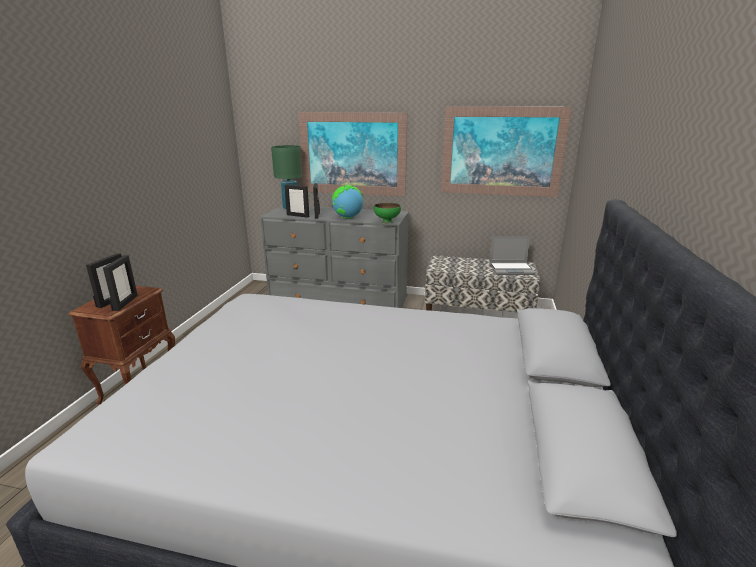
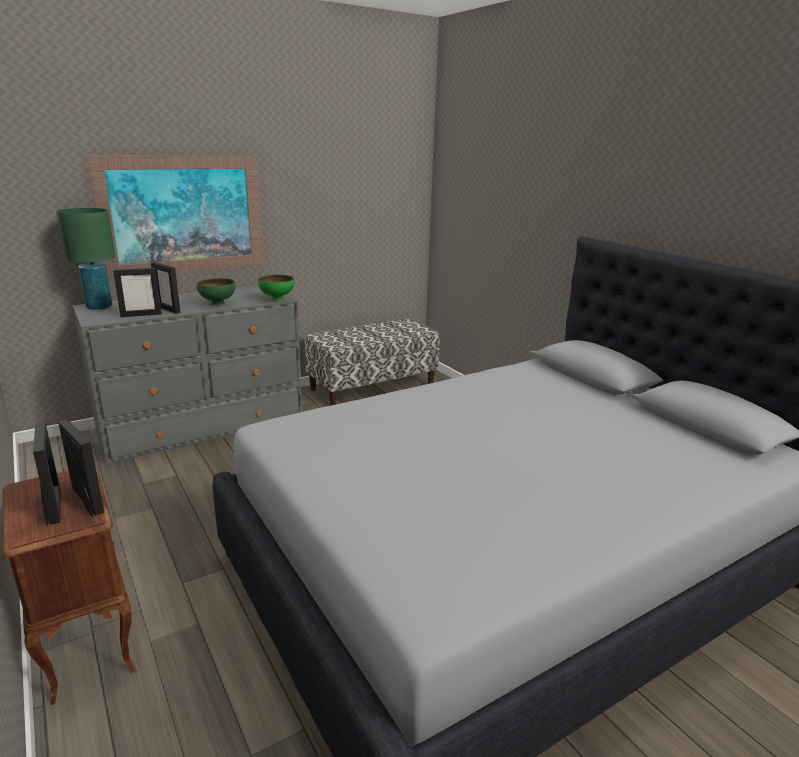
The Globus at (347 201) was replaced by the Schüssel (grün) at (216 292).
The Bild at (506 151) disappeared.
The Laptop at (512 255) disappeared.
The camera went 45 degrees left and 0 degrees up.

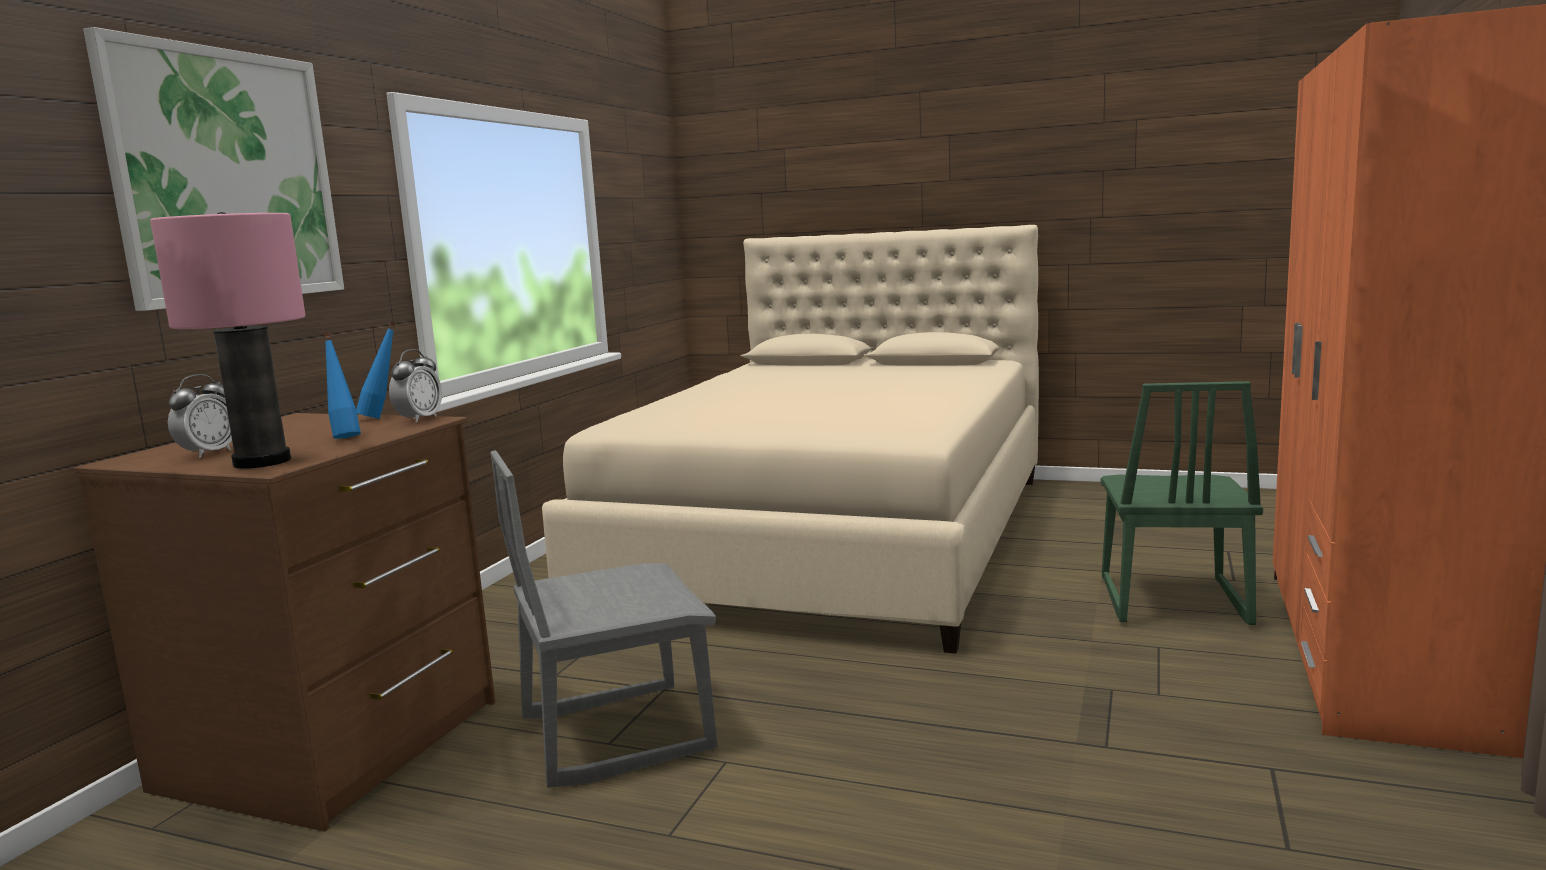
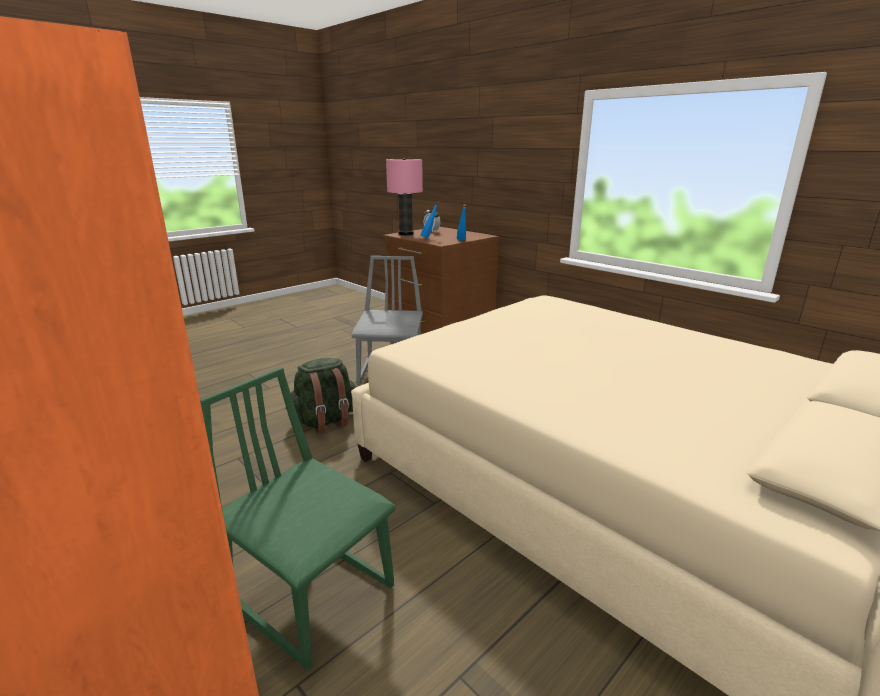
The Bild at (213 169) disappeared.
The Wecker at (415 386) disappeared.
The Rucksack (grün) at (320 396) appeared.
The camera went 115 degrees right and 10 degrees up.

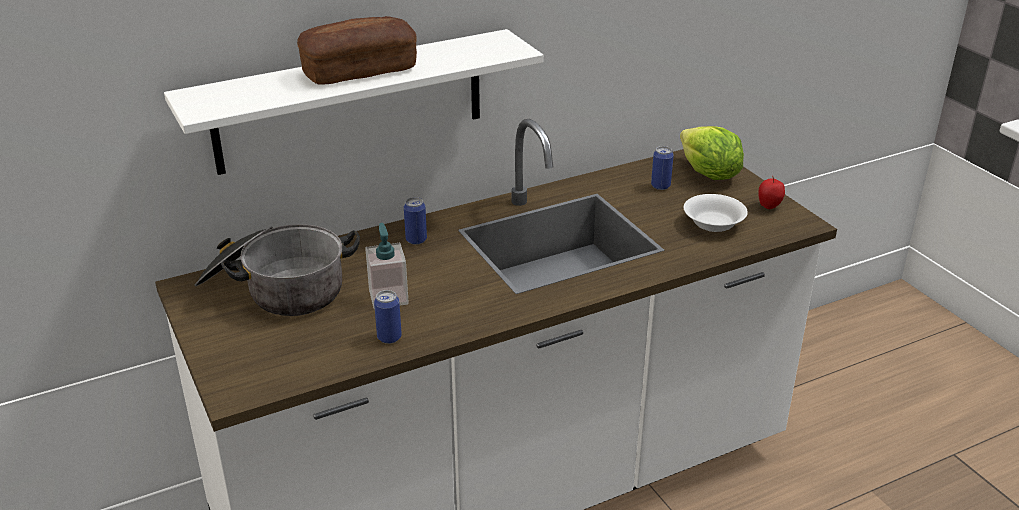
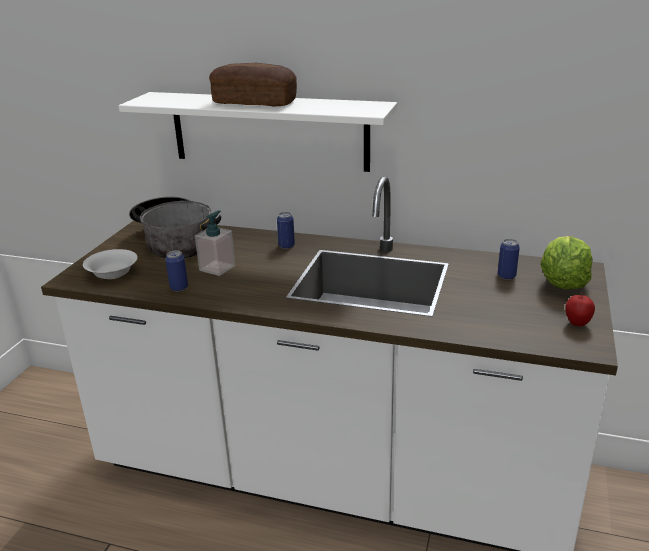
The Schüssel (weiß) moved from (715 213) to (110 264).
The camera went 45 degrees right and 5 degrees down.

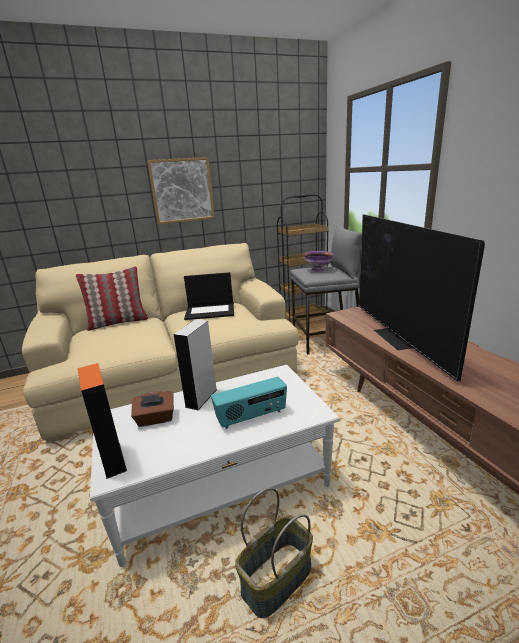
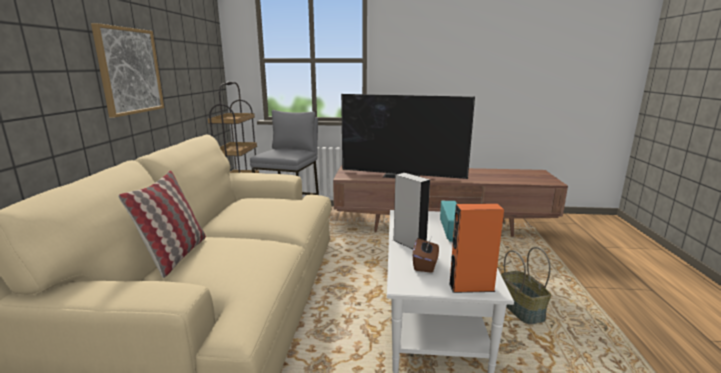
The Laptop at (209 296) disappeared.
The Schüssel (lila) at (318 261) disappeared.
The camera went 65 degrees left and 5 degrees down.

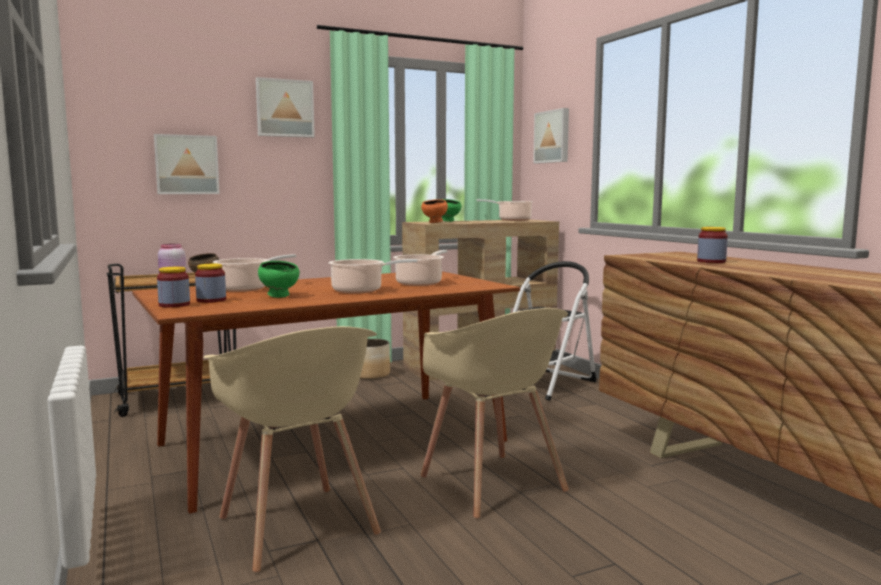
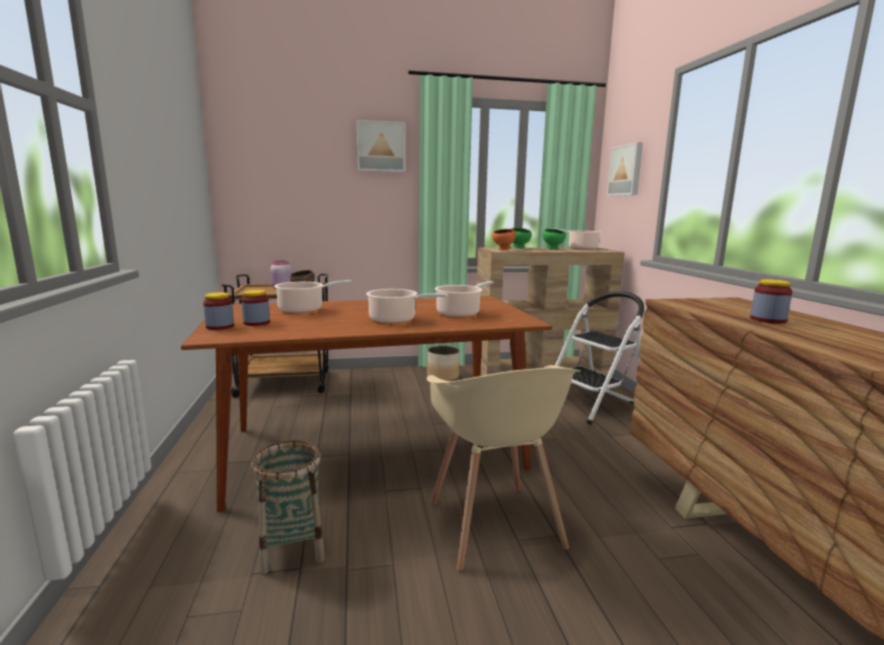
The Bild at (187 164) disappeared.
The Stuhl (beige) at (292 449) was replaced by the Korb at (288 507).
The Schüssel (grün) moved from (279 279) to (554 239).
The camera went 15 degrees right and 5 degrees up.

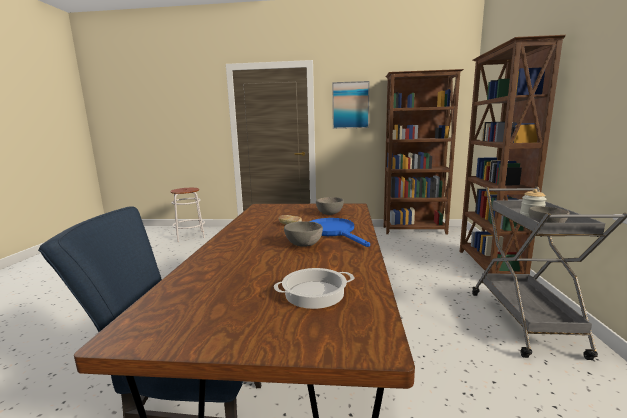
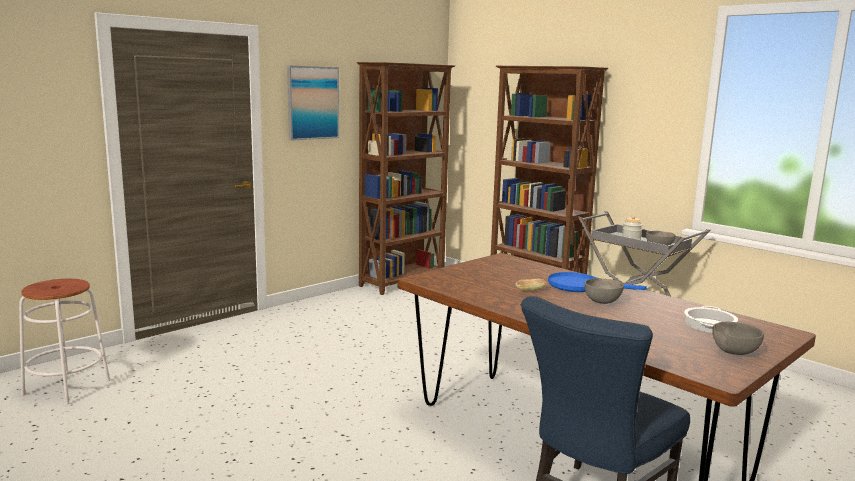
The Schüssel (grau) moved from (330 206) to (738 338).
The camera went 50 degrees left and 0 degrees up.

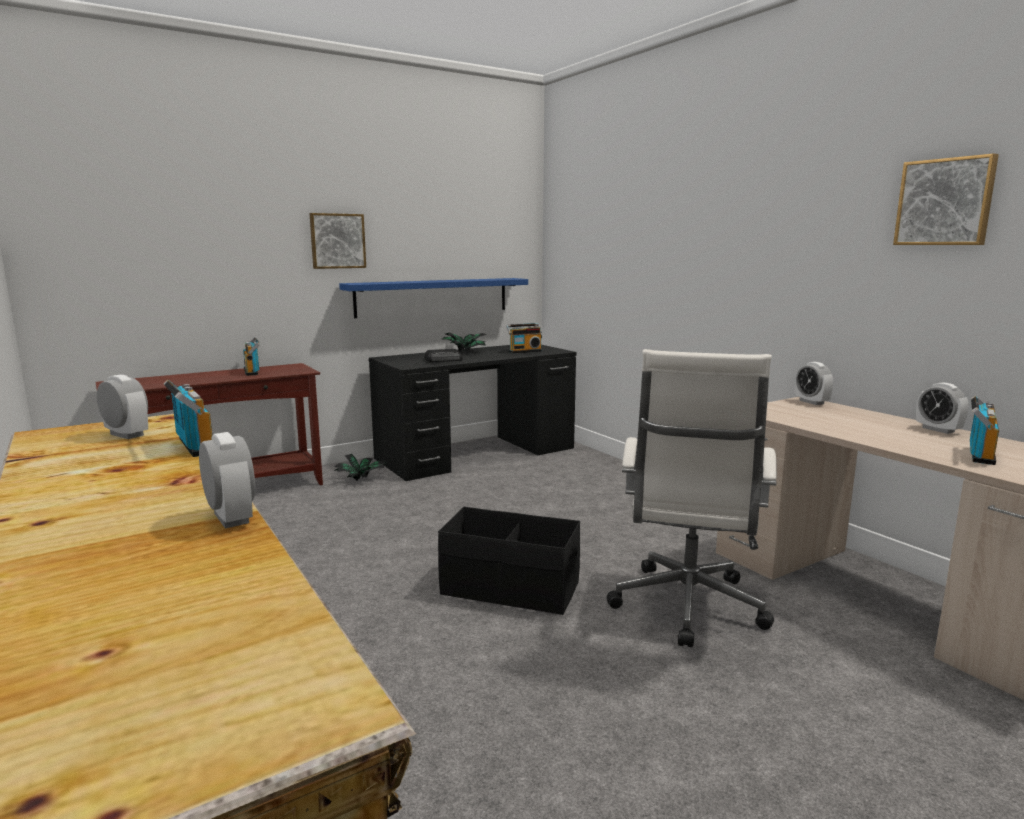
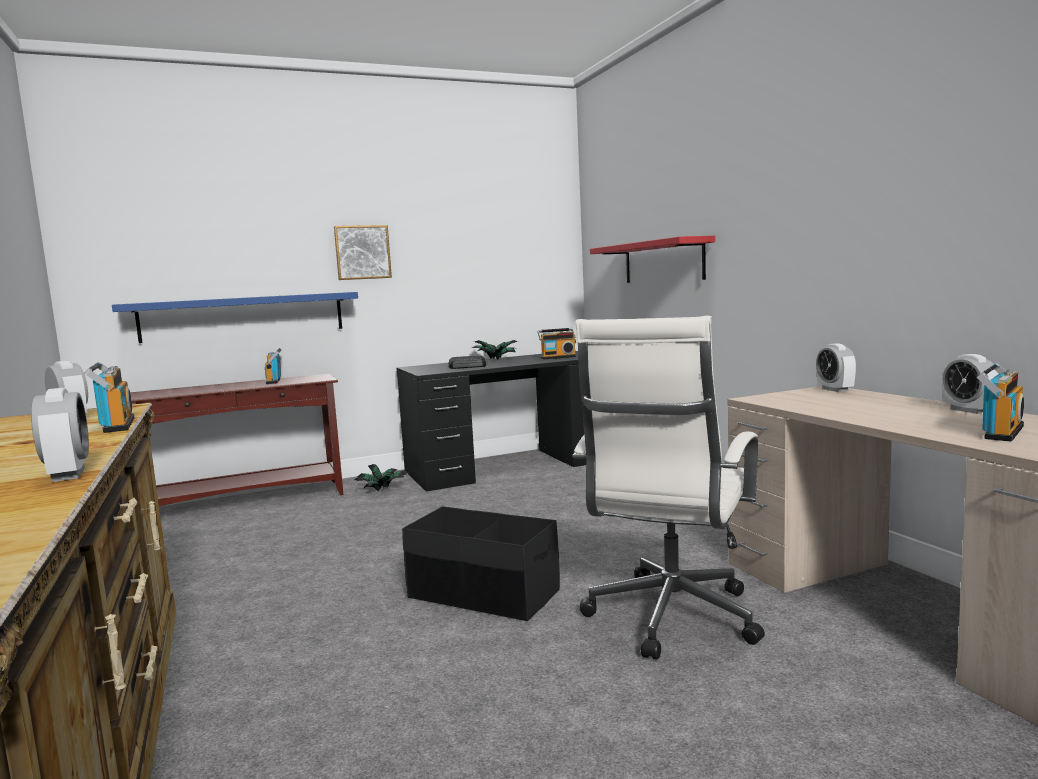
The Wandregal (blau) moved from (433 298) to (235 317).
The Bild at (946 199) disappeared.
The Wandregal (rot) at (652 259) appeared.
The camera went 10 degrees right and 5 degrees down.

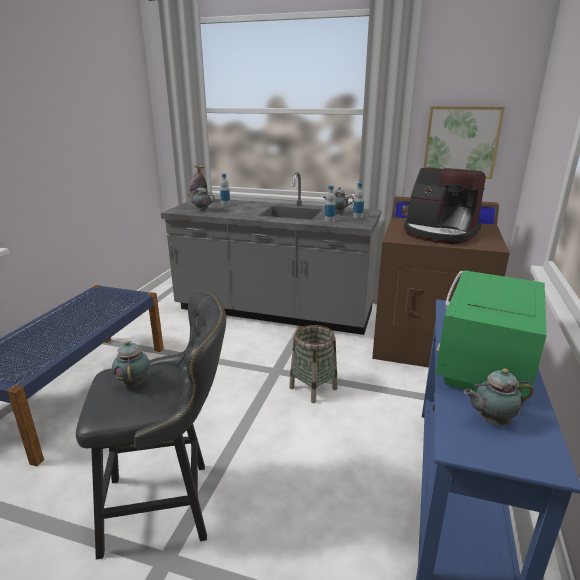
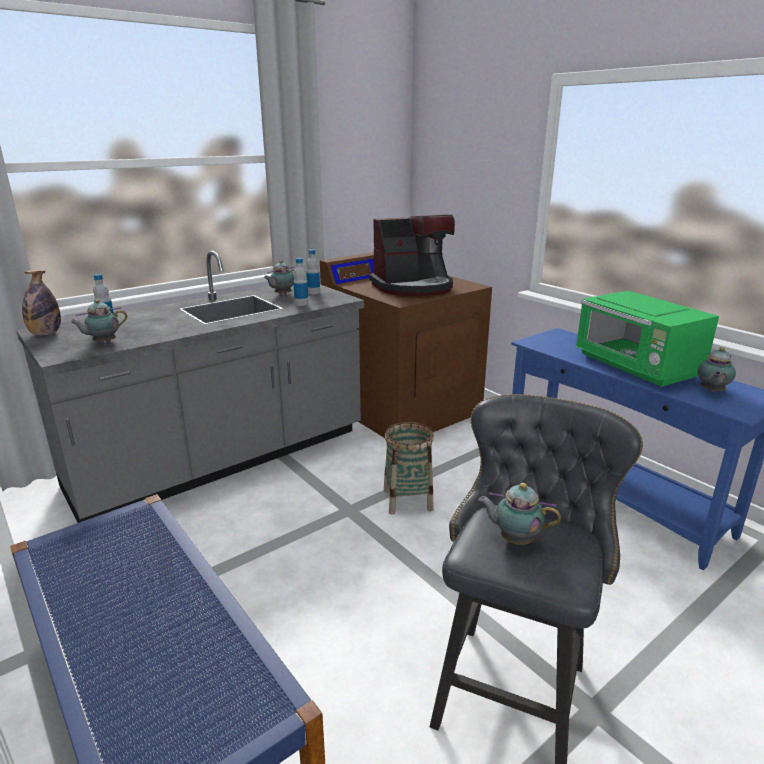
The Bild at (464 142) disappeared.
The camera went 55 degrees left and 0 degrees up.

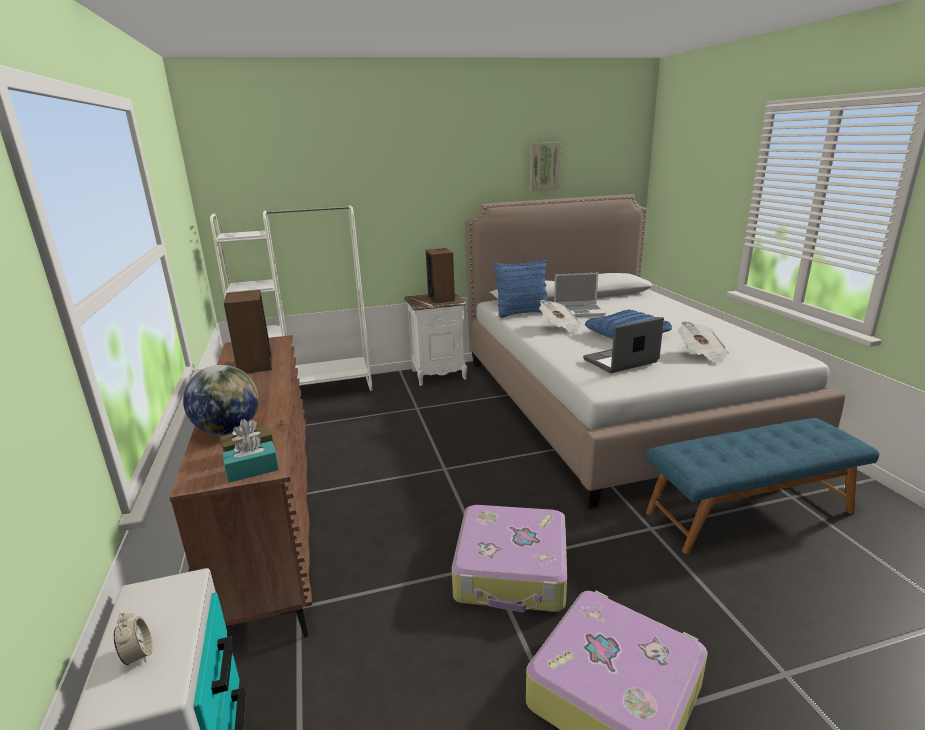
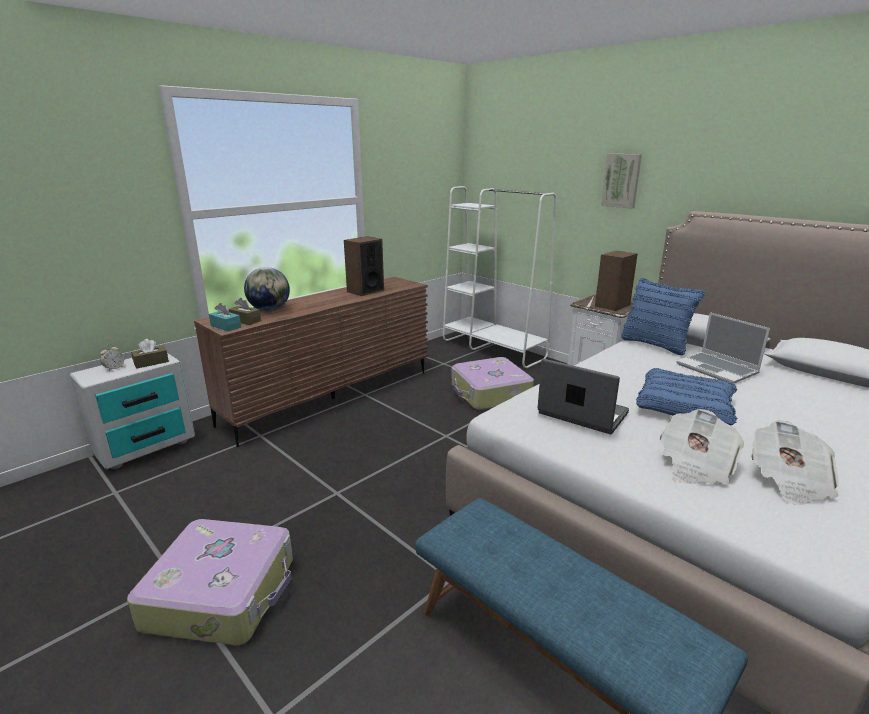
The Koffer moved from (509 558) to (492 383).
The Bild moved from (545 166) to (621 181).
The Zeitung moved from (560 316) to (795 462).
The Taschentuchbox (braun) at (150 353) appeared.
The camera went 60 degrees right and 0 degrees up.

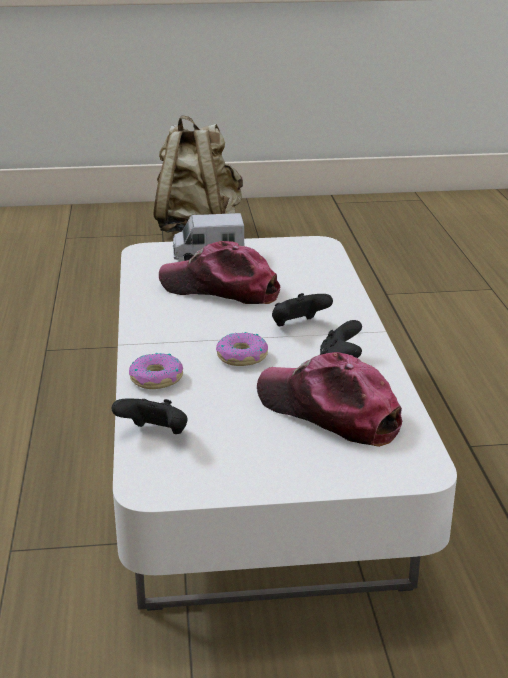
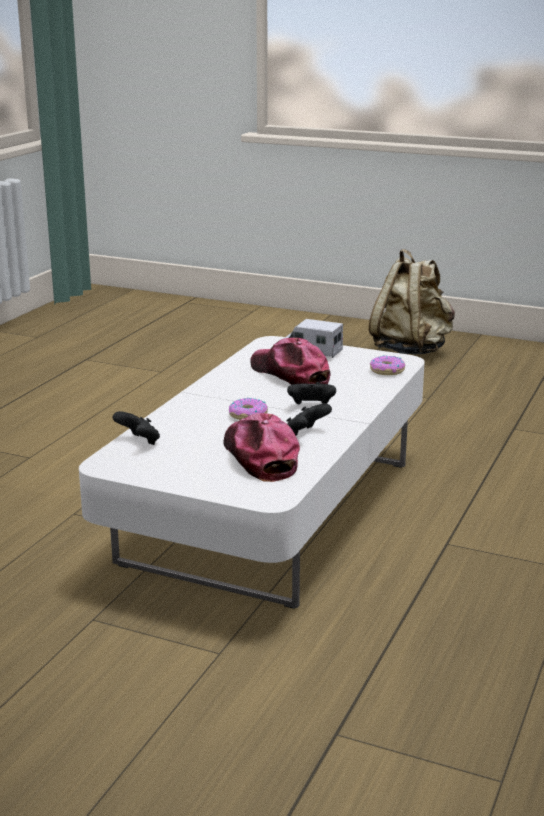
The Donut moved from (156 371) to (387 365).
The camera went 30 degrees right and 5 degrees down.

